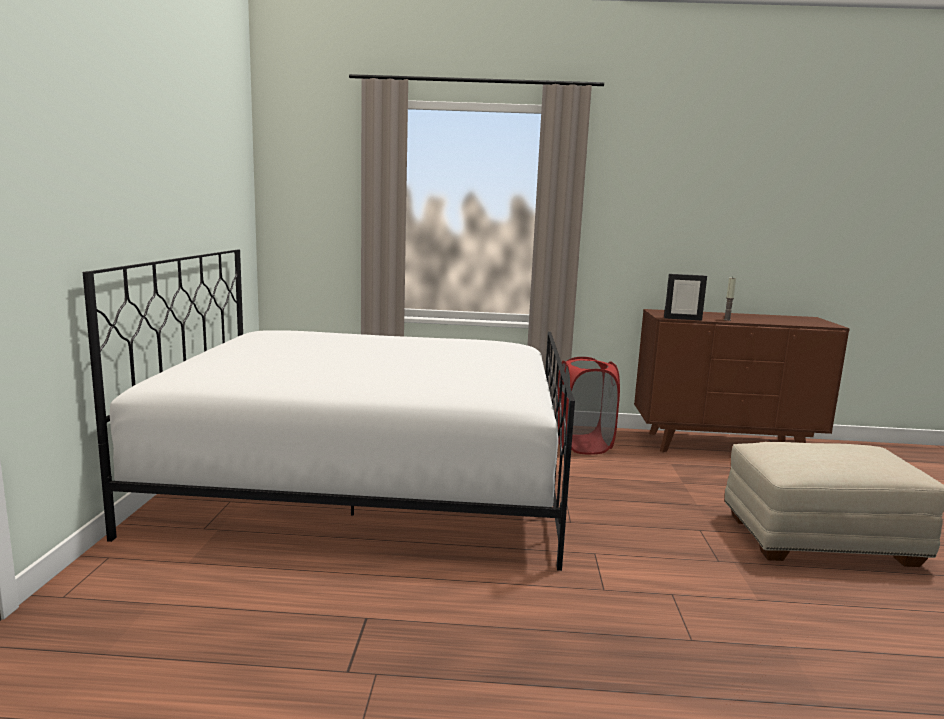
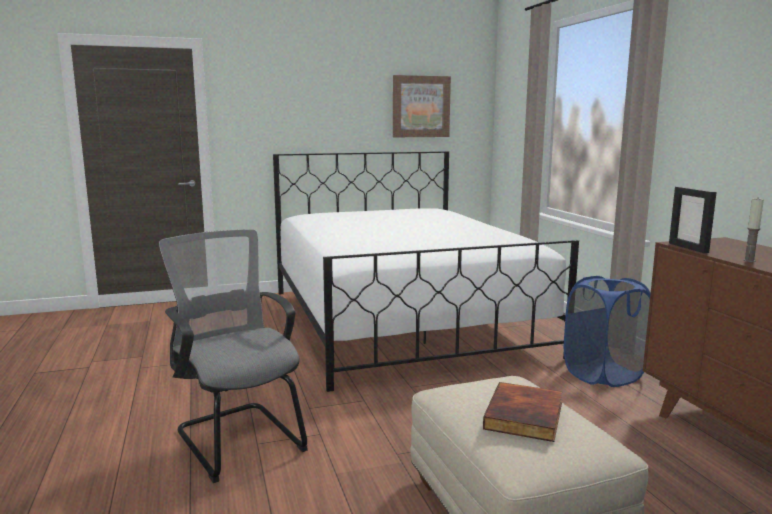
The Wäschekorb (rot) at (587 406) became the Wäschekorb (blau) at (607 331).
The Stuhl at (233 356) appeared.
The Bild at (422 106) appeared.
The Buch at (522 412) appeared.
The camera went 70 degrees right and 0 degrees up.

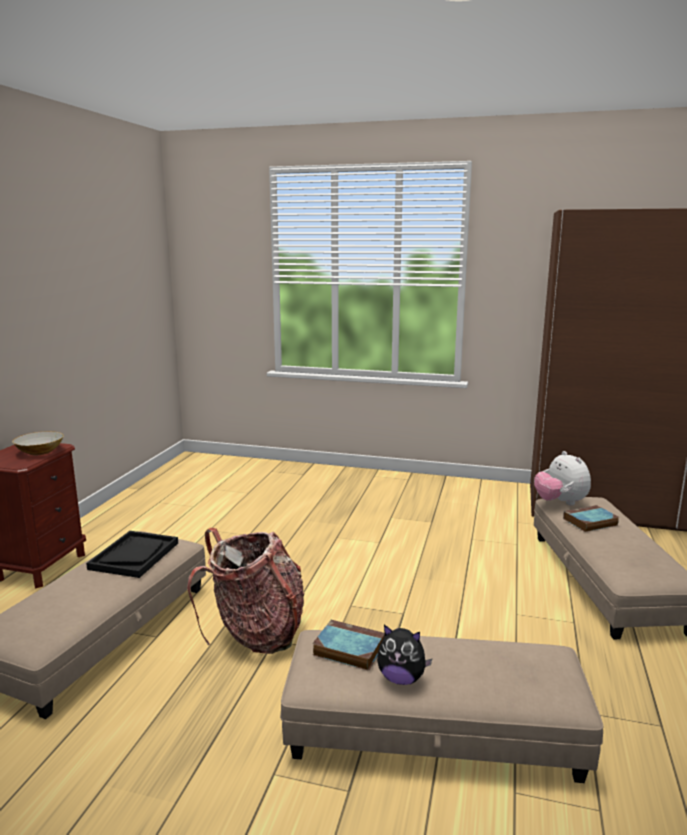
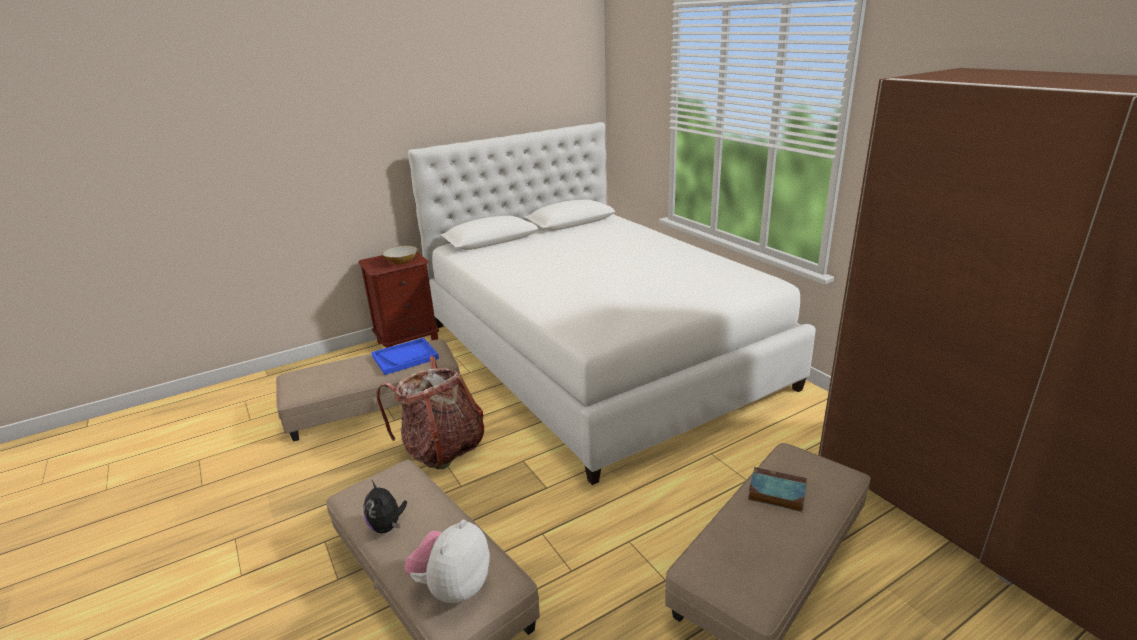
The Tablett (schwarz) at (132 554) became the Tablett (blau) at (405 356).
The Buch at (348 645) disappeared.
The Plüschtier moved from (562 478) to (447 561).
The Bett (weiß) at (612 303) appeared.
The camera went 45 degrees right and 10 degrees up.

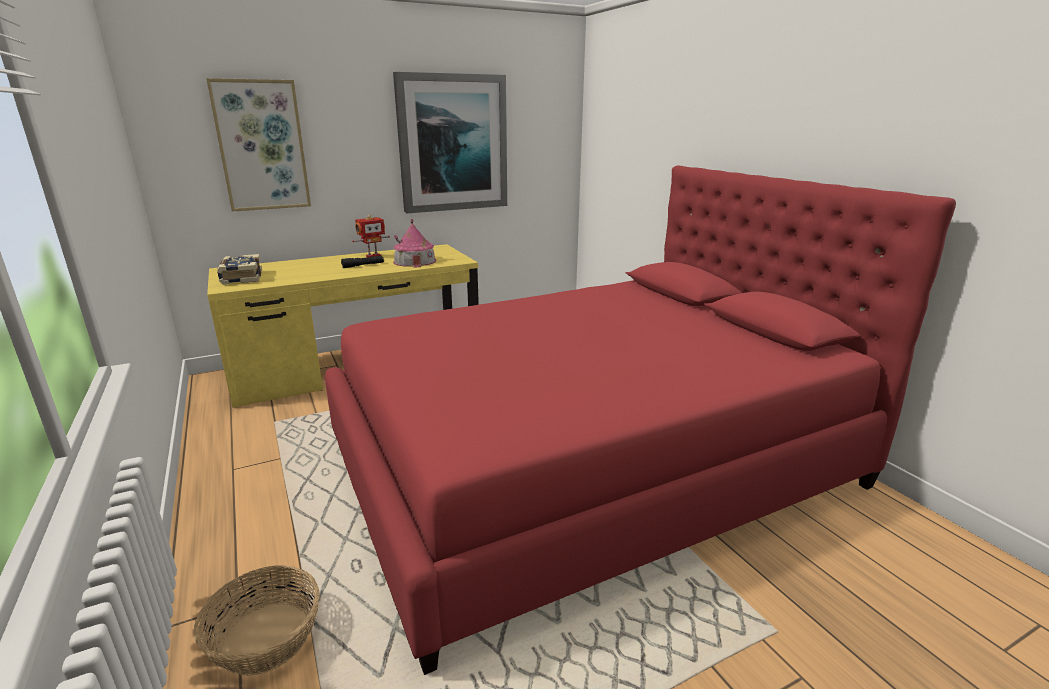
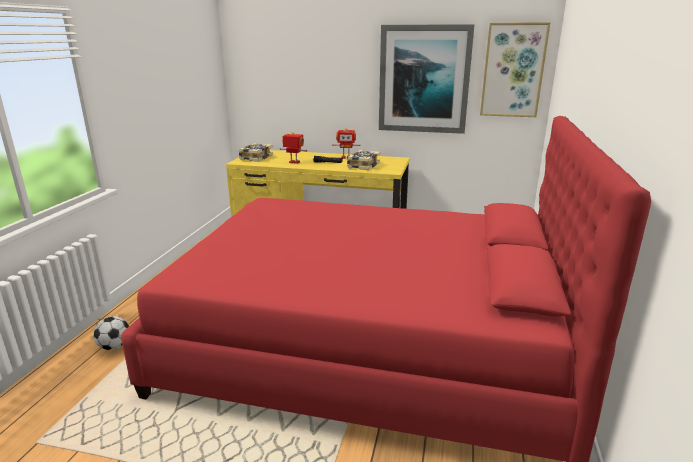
The Korb at (256 620) was replaced by the Fußball at (111 333).
The Bild moved from (258 145) to (515 69).
The Spielzeughaus at (414 243) was replaced by the Buch at (363 160).
The Spielzeugroboter at (293 148) appeared.
The camera went 40 degrees right and 0 degrees up.

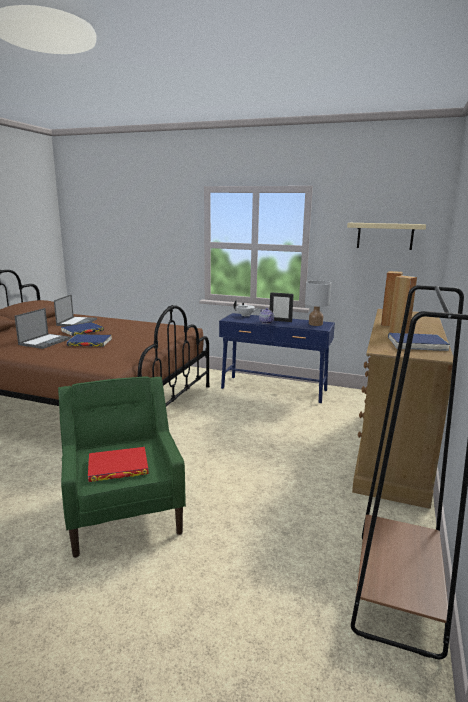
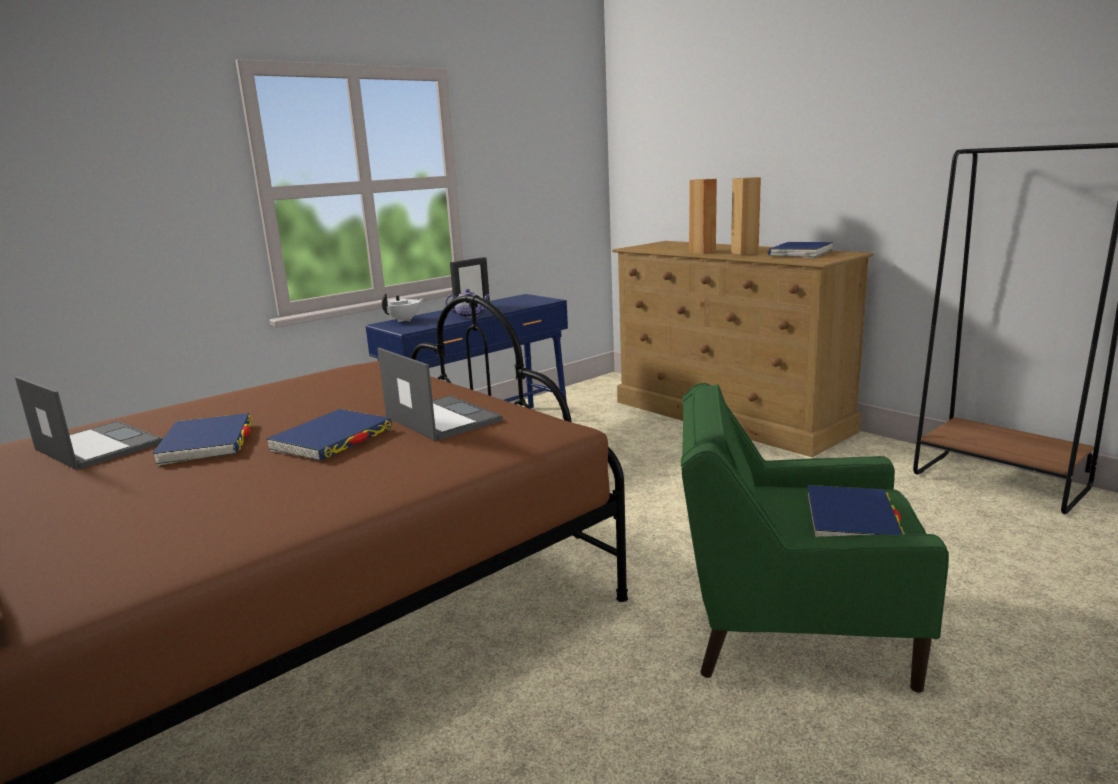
The Laptop moved from (42 328) to (440 394).
The Buch (rot) at (118 464) became the Buch (blau) at (856 511).
The Tischlampe (grau) at (318 303) disappeared.
The Wandregal (beige) at (386 236) disappeared.
The camera went 60 degrees left and 0 degrees up.

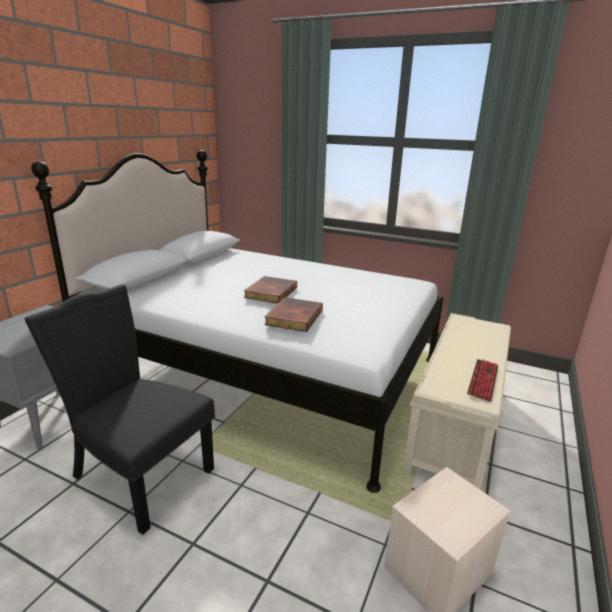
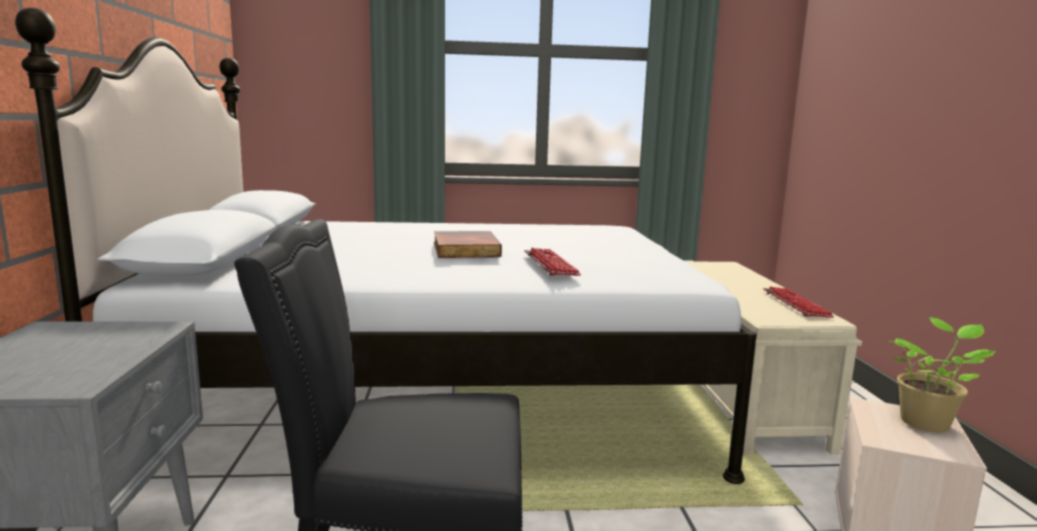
The Buch at (293 314) was replaced by the Tastatur at (552 262).
The Topfpflanze at (943 374) appeared.
The camera went 30 degrees left and 10 degrees down.

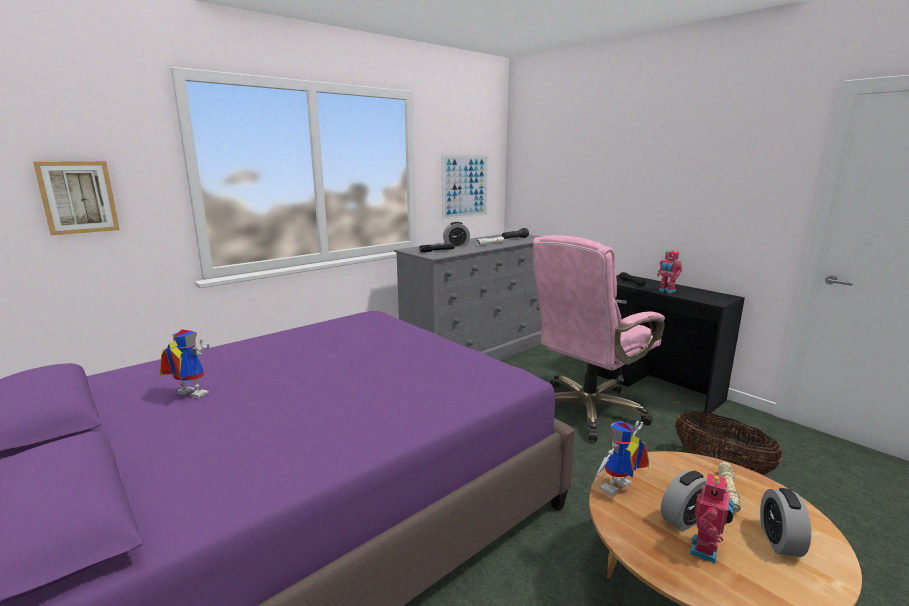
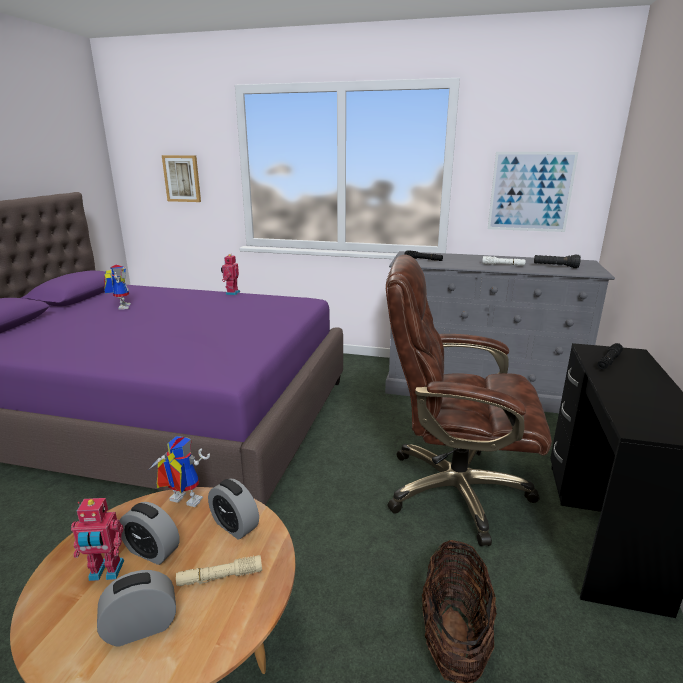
The Wecker moved from (456 234) to (233 509).
The Bürostuhl (rosa) at (599 338) became the Bürostuhl (braun) at (469 400).
The Spielzeugroboter moved from (669 271) to (230 274).
The camera went 55 degrees right and 5 degrees up.

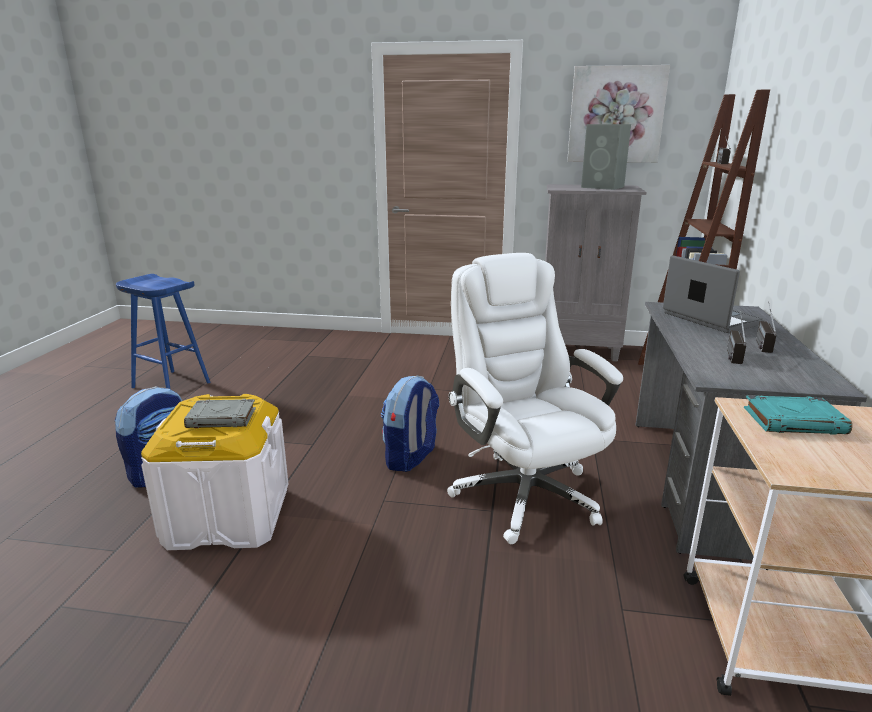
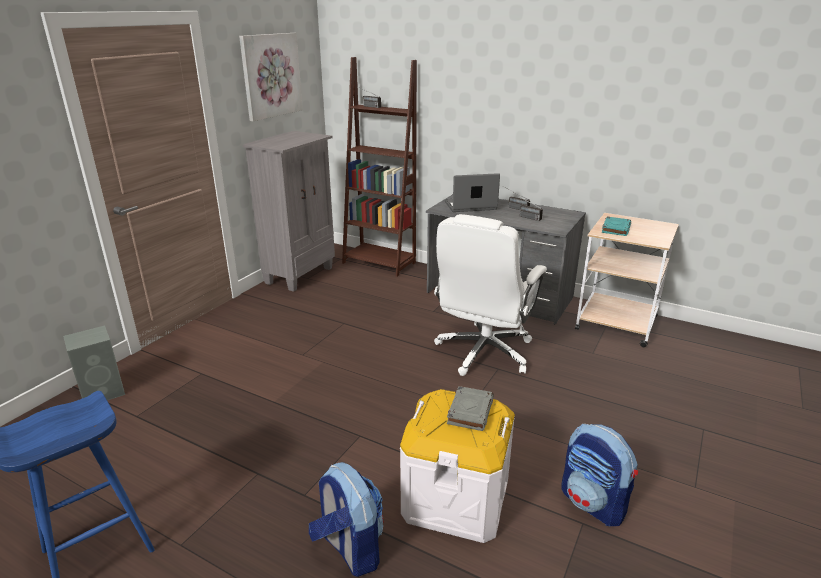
The Rucksack moved from (410 424) to (599 475).
The Bürostuhl (weiß) at (535 398) turned 60 degrees counterclockwise.
The Lautsprecher (grau) moved from (606 157) to (94 362).
The camera went 70 degrees left and 5 degrees up.

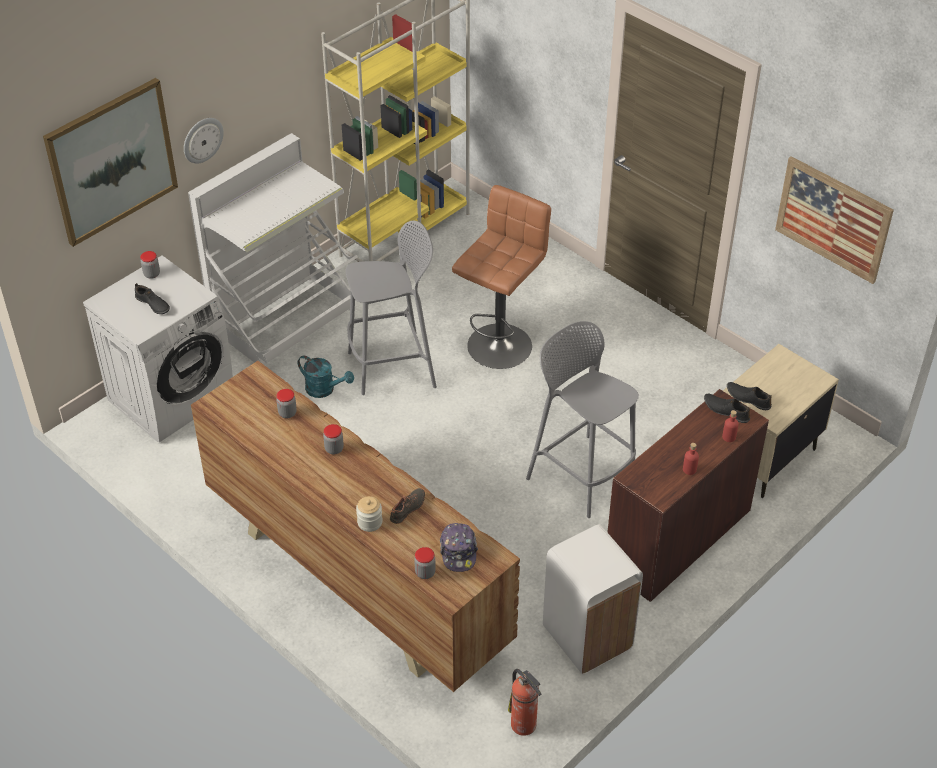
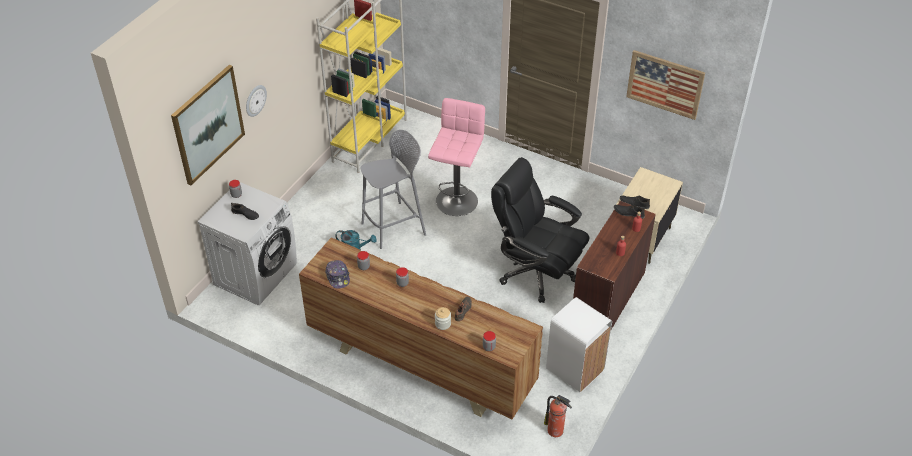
The Schuhregal (weiß) at (273 249) disappeared.
The Kappe moved from (459 547) to (337 274).
The Hocker (braun) at (501 277) became the Hocker (rosa) at (456 157).
The Hocker (grau) at (582 419) was replaced by the Bürostuhl (schwarz) at (540 230).
The camera went 15 degrees left and 0 degrees up.

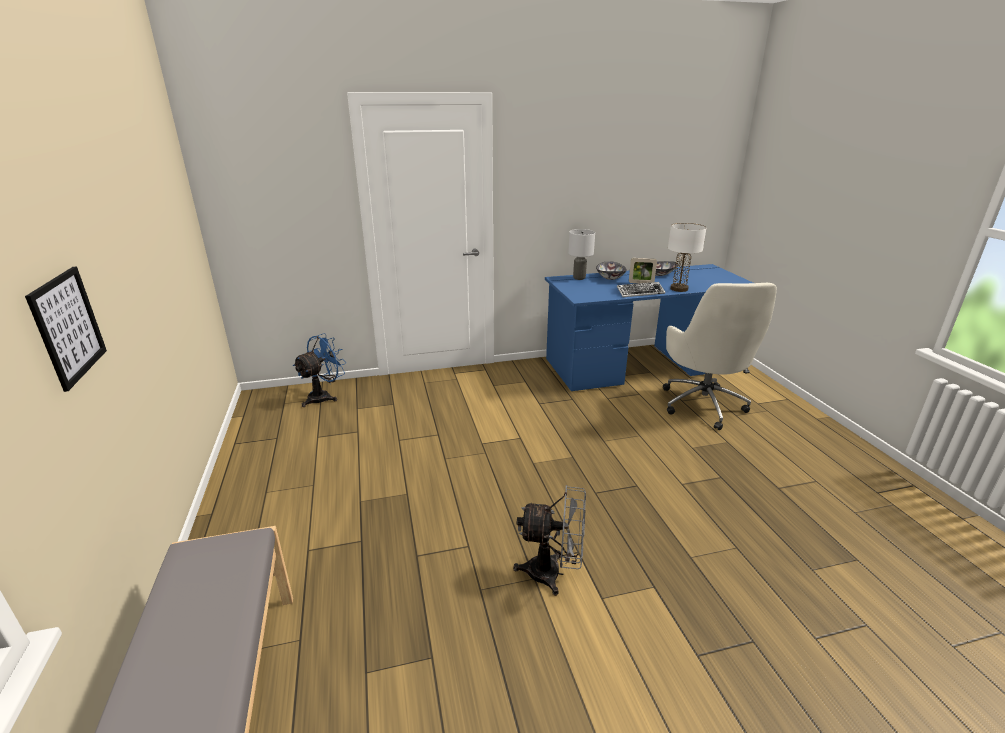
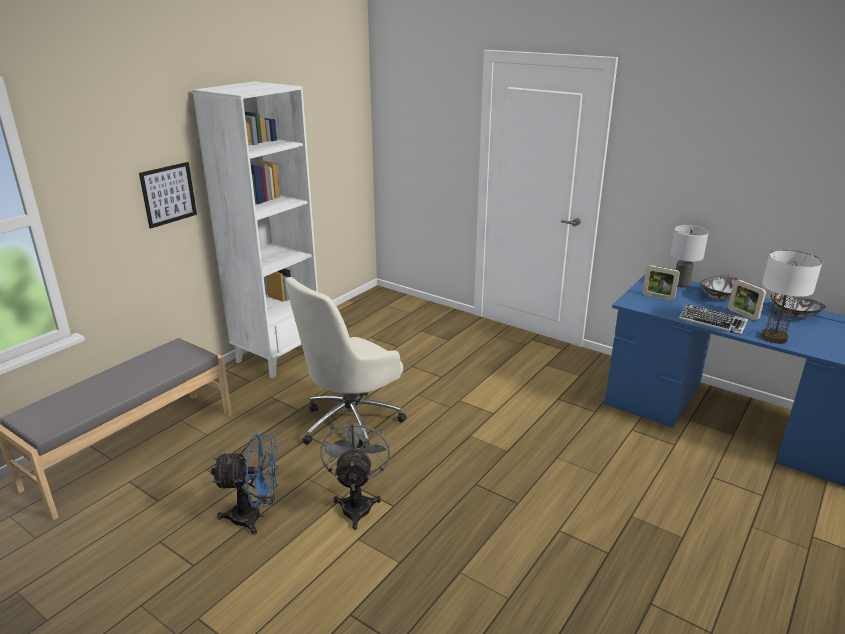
The Ventilator (blau) moved from (319 370) to (245 484).
The Ventilator (grau) at (549 540) turned 150 degrees counterclockwise.
The Bürostuhl (beige) moved from (720 356) to (346 362).
The Bücherregal (weiß) at (255 229) appeared.
The Bilderrahmen at (661 283) appeared.
The camera went 50 degrees right and 0 degrees up.

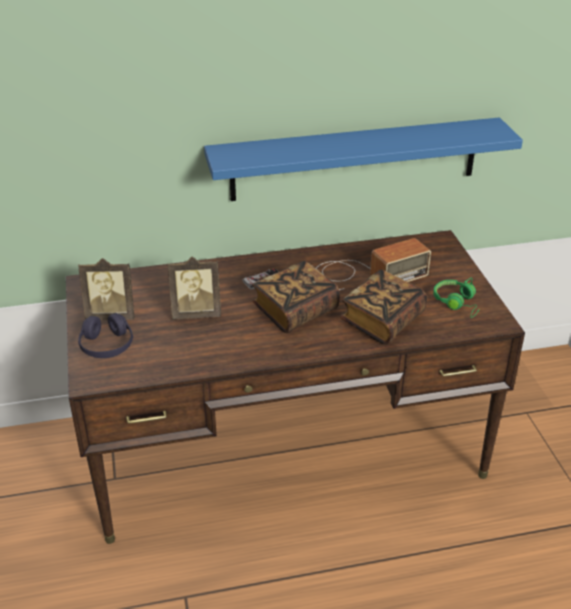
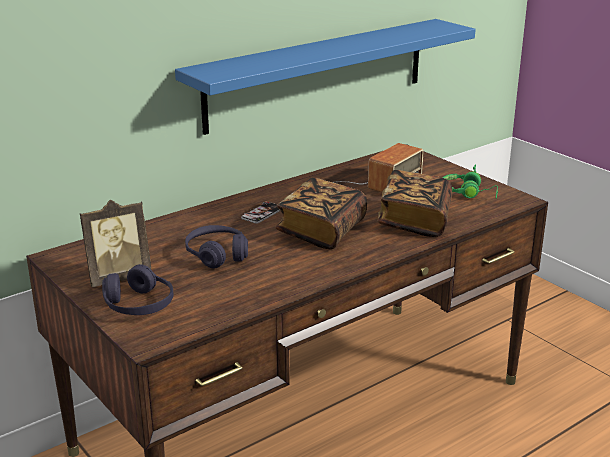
The Bilderrahmen at (194 288) was replaced by the Kopfhörer (lila) at (216 247).
The camera went 25 degrees left and 10 degrees down.

